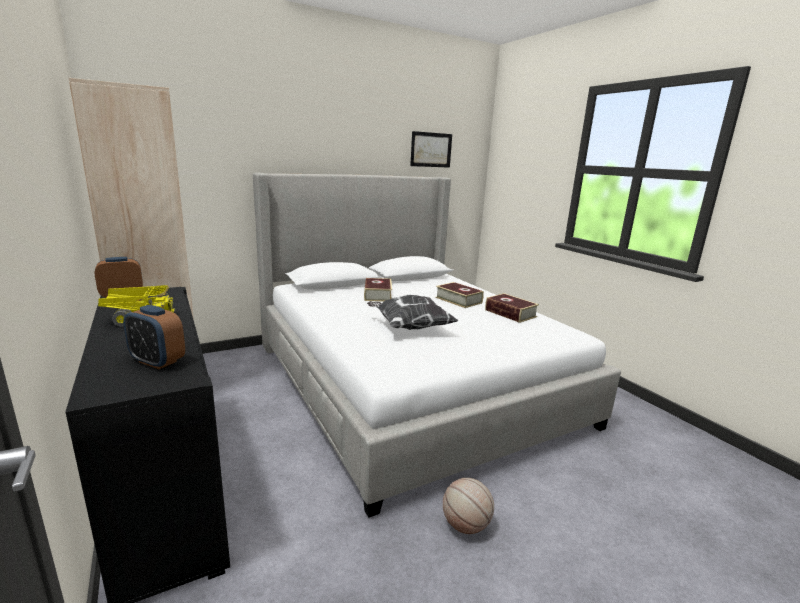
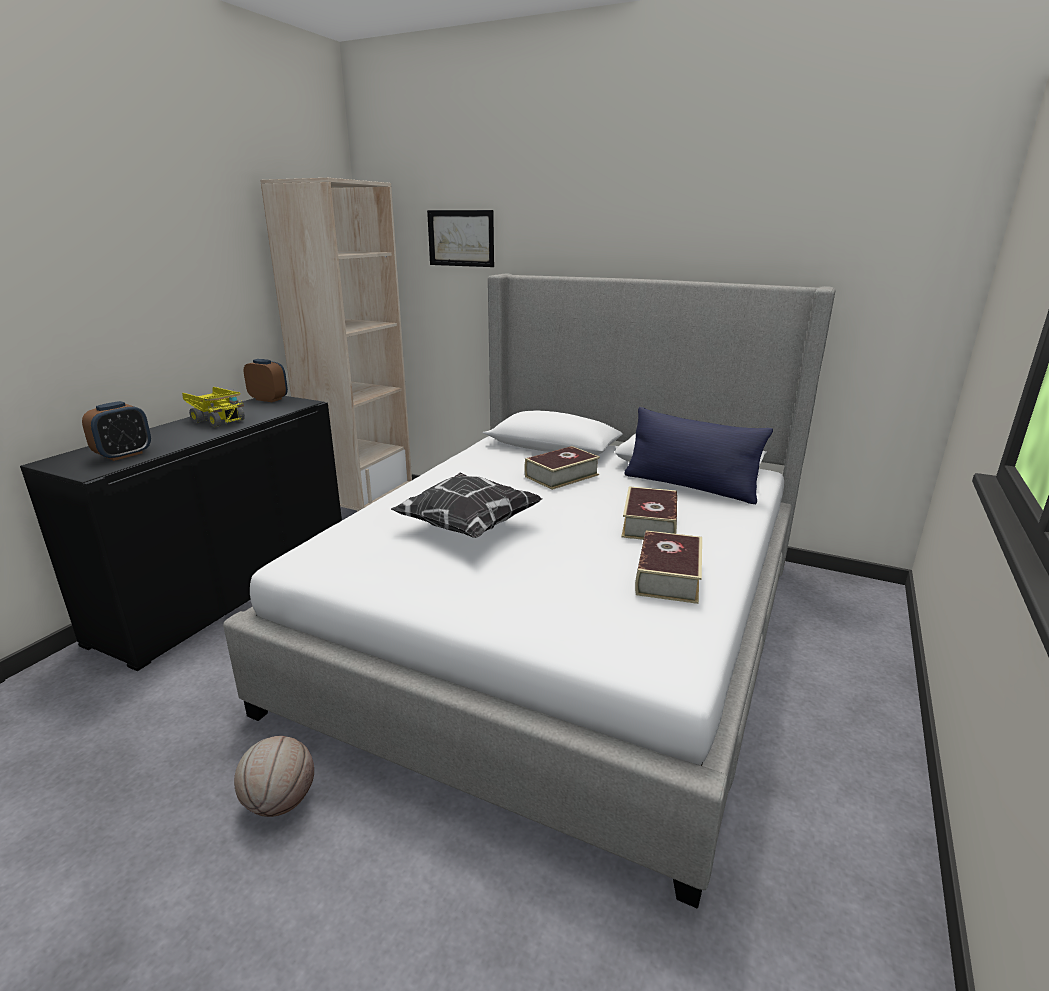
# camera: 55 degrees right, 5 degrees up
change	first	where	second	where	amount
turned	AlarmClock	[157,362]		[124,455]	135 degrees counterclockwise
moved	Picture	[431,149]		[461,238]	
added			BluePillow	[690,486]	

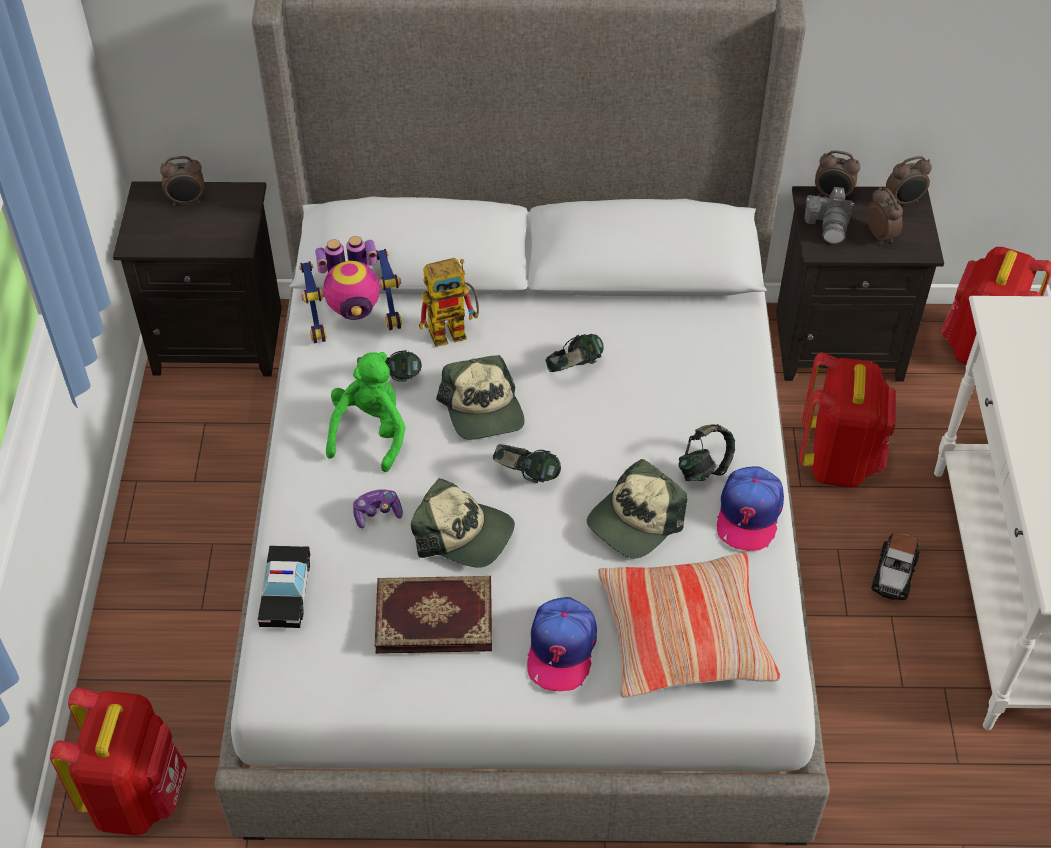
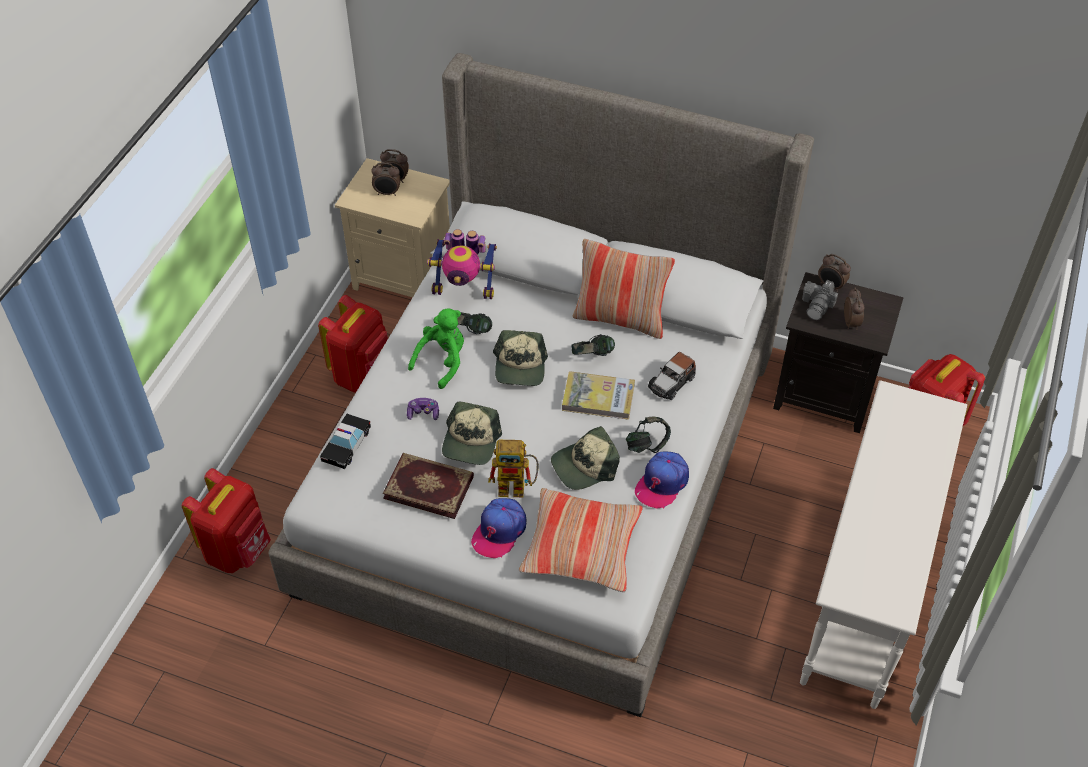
# camera: 20 degrees right, 0 degrees up
change	first	where	second	where	amount
moved	RedBackpack	[839,460]		[363,374]	
recoloured	BlackNightstand	[220,339]	BeigeNightstand	[405,277]	
moved	AlarmClock	[904,201]		[387,193]	
turned	Cap	[464,534]		[471,442]	60 degrees clockwise
moved	ToyRobot	[454,330]		[517,487]	
added			Book	[598,398]	
added			Pillow	[620,318]	
moved	ToyCar	[894,574]		[672,382]	
removed	Headphones	[526,476]			

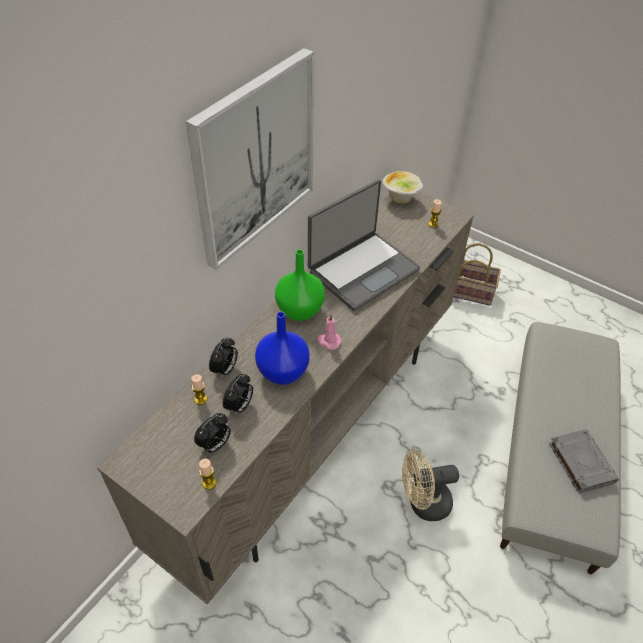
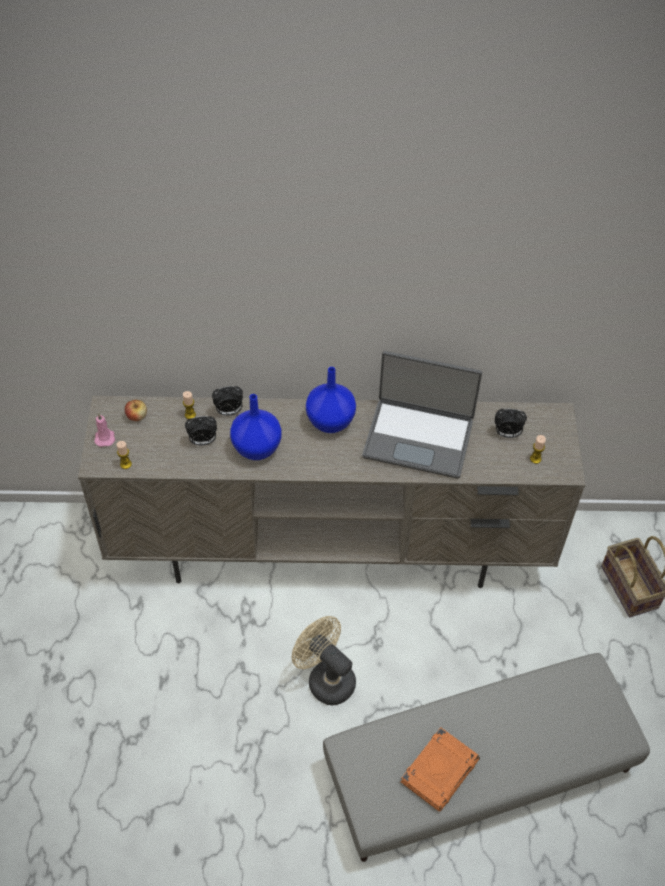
# camera: 55 degrees right, 5 degrees up
change	first	where	second	where	amount
moved	PinkCandle	[328,341]		[105,437]	
added			Apple	[137,416]	
recoloured	GreenVase	[300,310]	BlueVase	[331,422]	
recoloured	GreyBook	[580,462]	OrangeBook	[439,770]	
moved	AlarmClock	[215,445]		[507,434]	
removed	Picture	[254,159]			
removed	Bowl	[400,199]			

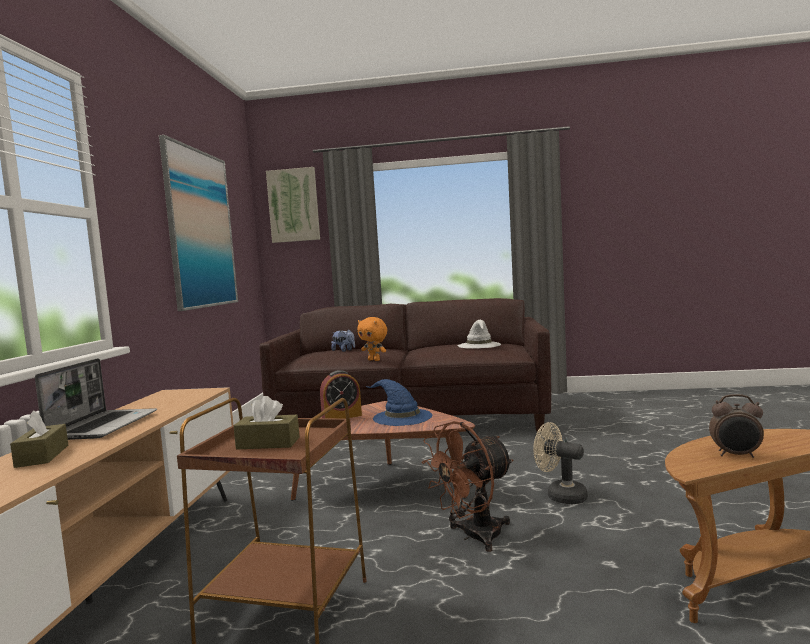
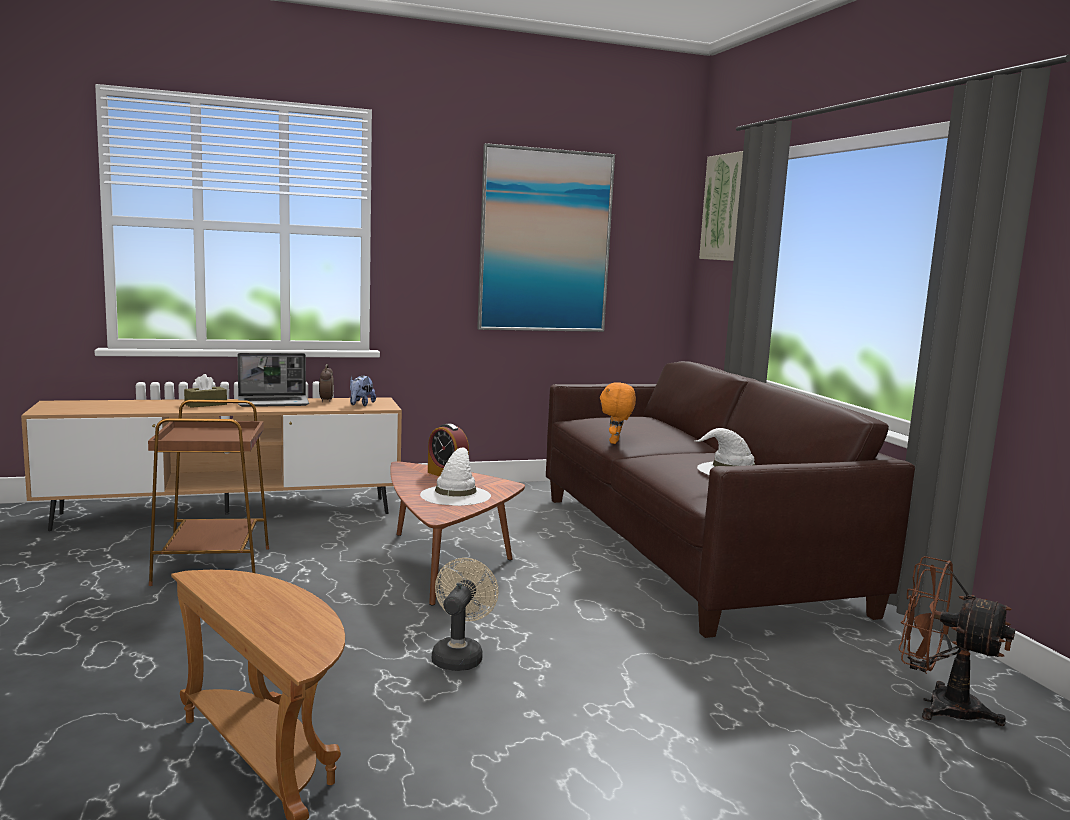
# camera: 65 degrees right, 5 degrees up
change	first	where	second	where	amount
moved	AlarmClock	[736,455]		[326,401]	
moved	PlushToy	[344,350]		[360,404]	
recoloured	BlueHat	[401,417]	WhiteHat	[455,495]	
moved	BrownFan	[473,536]		[939,705]	
removed	BrownTissueBox	[268,443]			

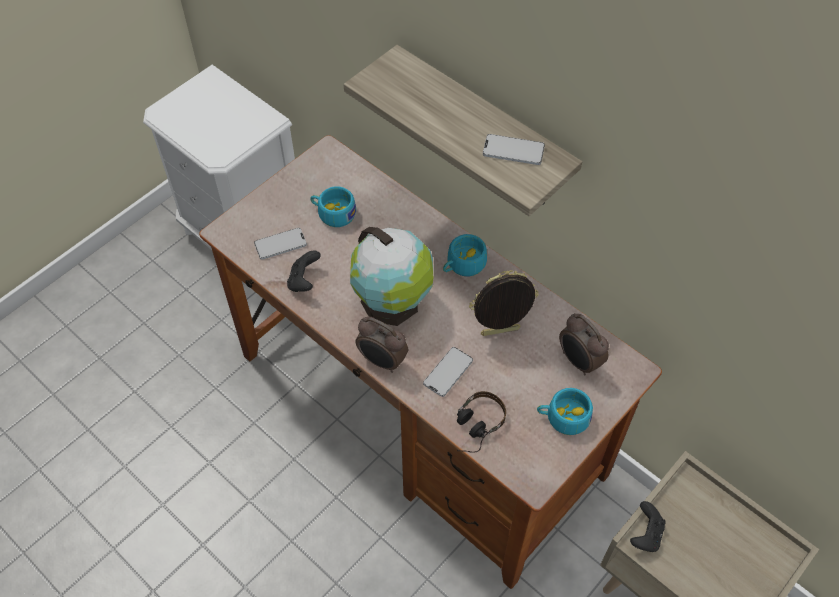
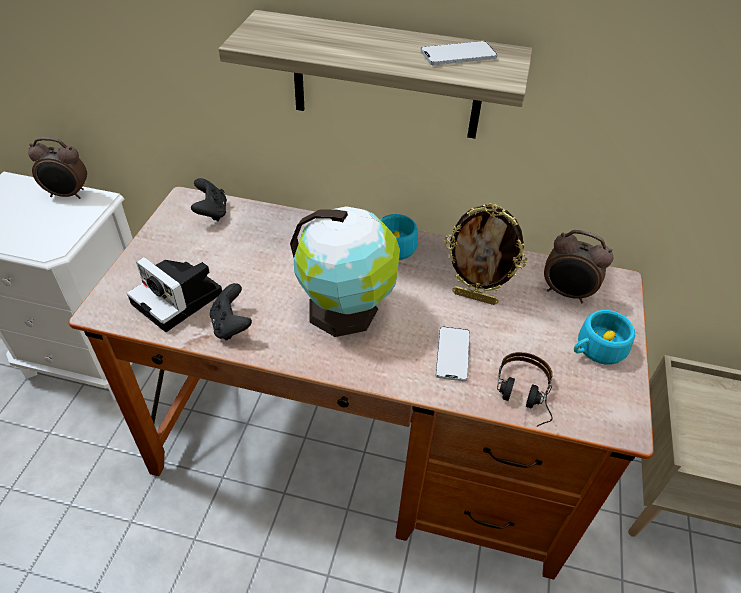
# camera: 30 degrees left, 10 degrees down
change	first	where	second	where	amount
moved	AlarmClock	[382,361]		[68,195]	
replaced	Phone	[280,244]	PhotoCamera	[180,299]	
moved	BlackGameController	[645,534]		[211,212]	
turned	PictureFrame	[500,333]		[475,297]	120 degrees counterclockwise
removed	TurquoiseCup	[333,213]			

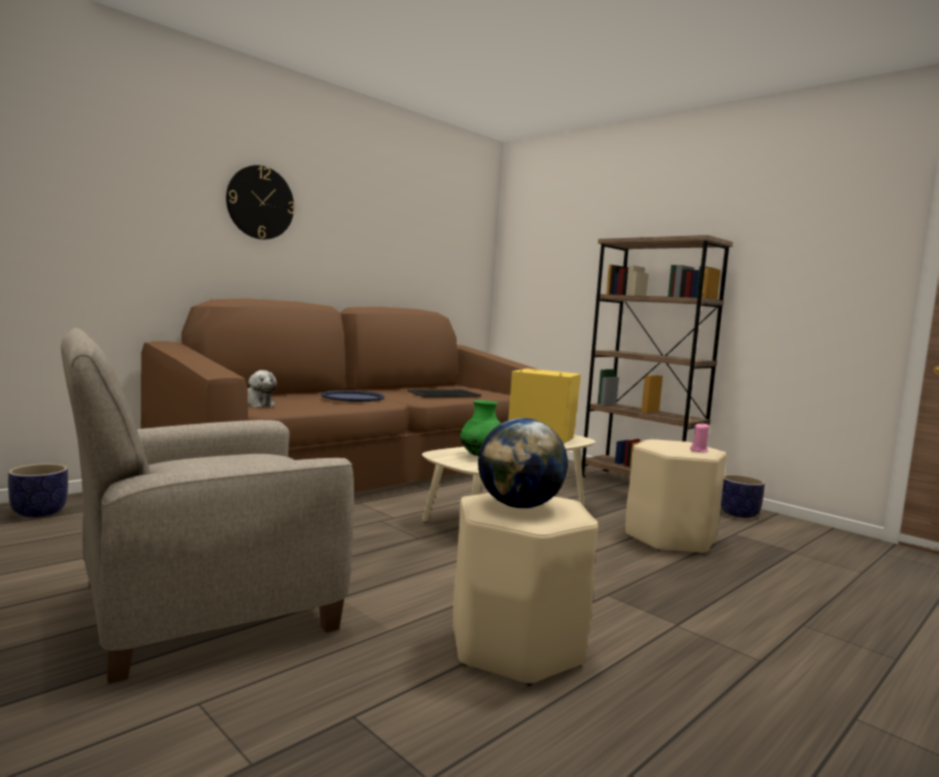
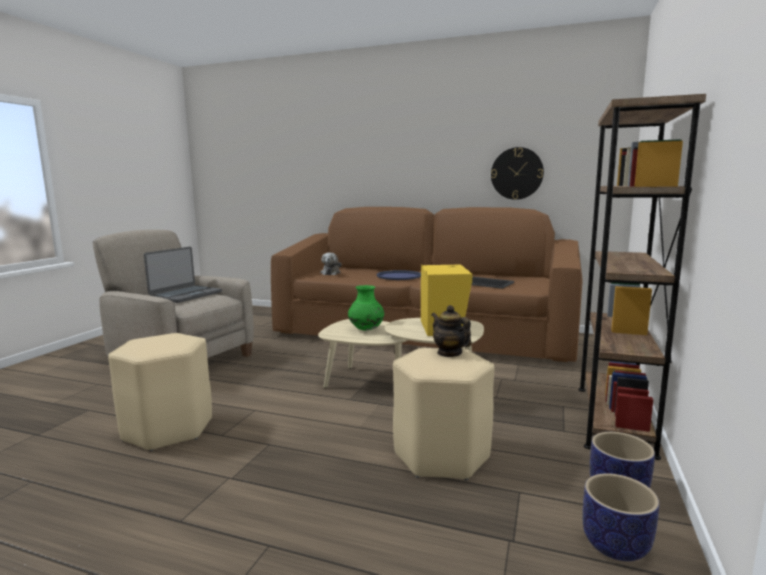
# camera: 65 degrees right, 5 degrees up
change	first	where	second	where	amount
added			Laptop	[185,295]	
added			Teapot	[449,353]	
moved	WallClock	[260,203]		[516,173]	
moved	Planter	[39,512]		[616,544]	
removed	Globe	[519,506]			
removed	PinkCandle	[699,451]			

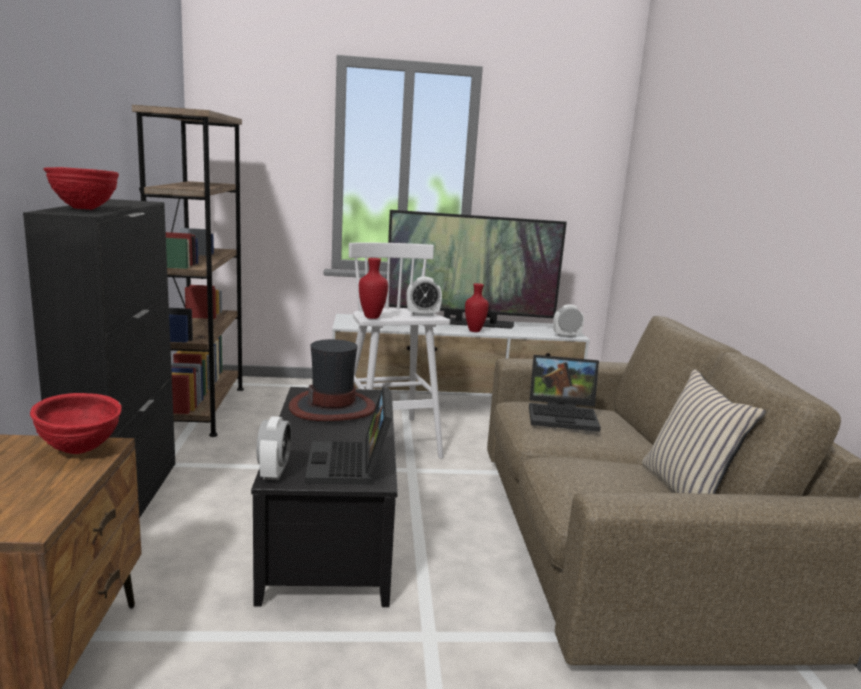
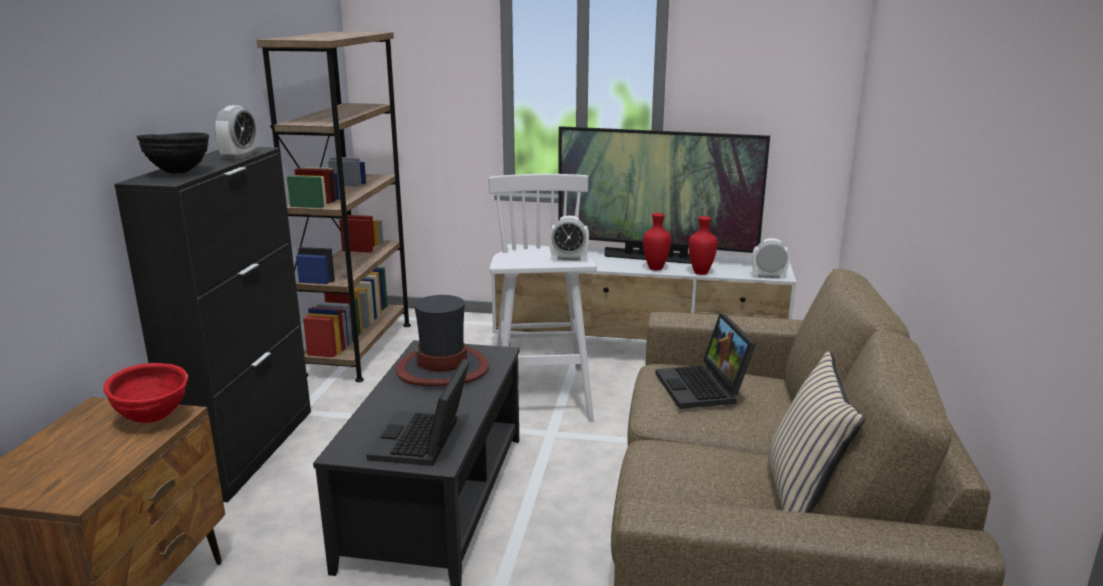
# camera: 15 degrees right, 5 degrees up
change	first	where	second	where	amount
recoloured	RedBowl	[85,209]	BlackBowl	[179,173]	
moved	AlarmClock	[274,472]		[239,156]	
turned	Laptop	[564,416]		[704,388]	60 degrees clockwise
moved	RedVase	[371,317]		[700,273]	

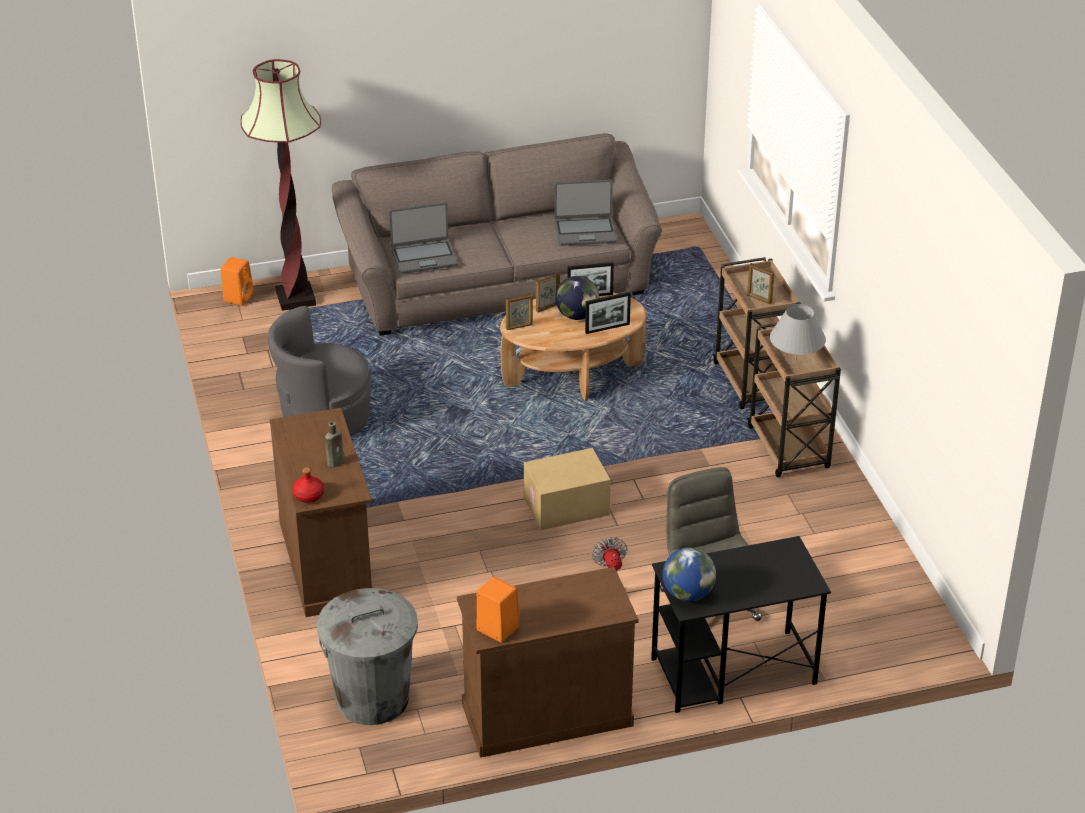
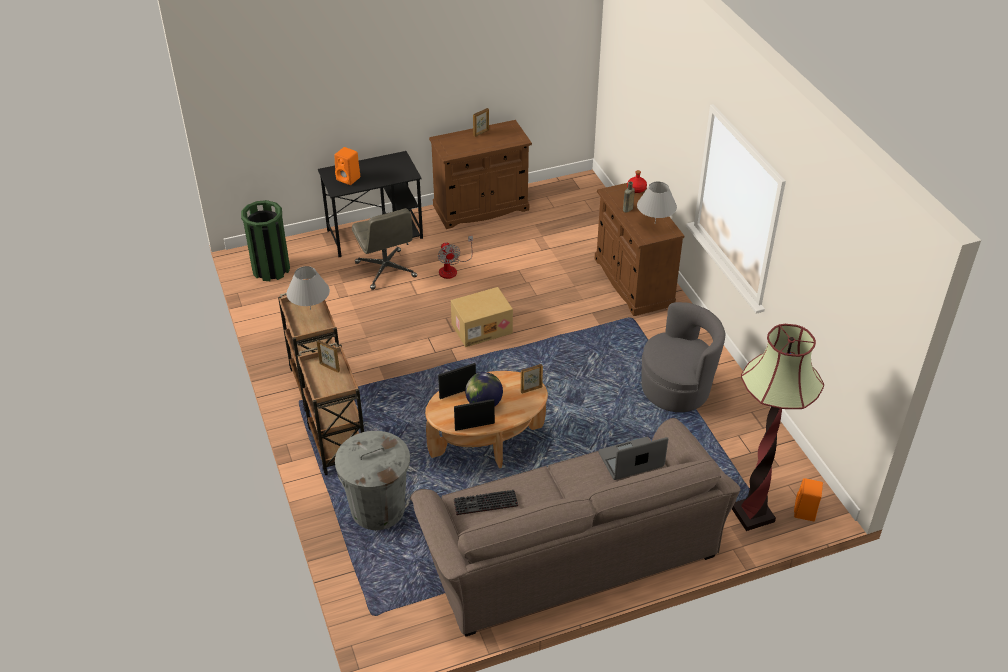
# camera: 175 degrees right, 5 degrees up
change	first	where	second	where	amount
added			GreenTrashCan	[271,269]	
moved	OrangeSpeaker	[496,628]		[349,179]	
moved	GreyTrashCan	[373,698]		[377,509]	
replaced	Laptop	[585,232]	Keyboard	[485,504]	
moved	PictureFrame	[547,307]		[481,133]	
added			GreyTableLamp	[655,223]	
removed	Globe	[688,594]			

